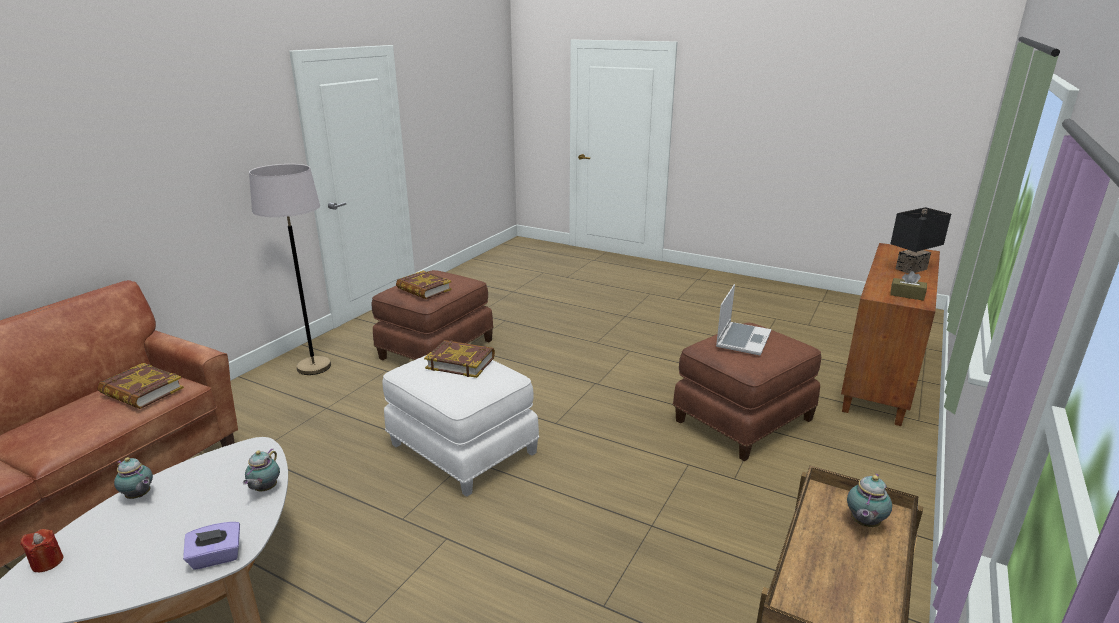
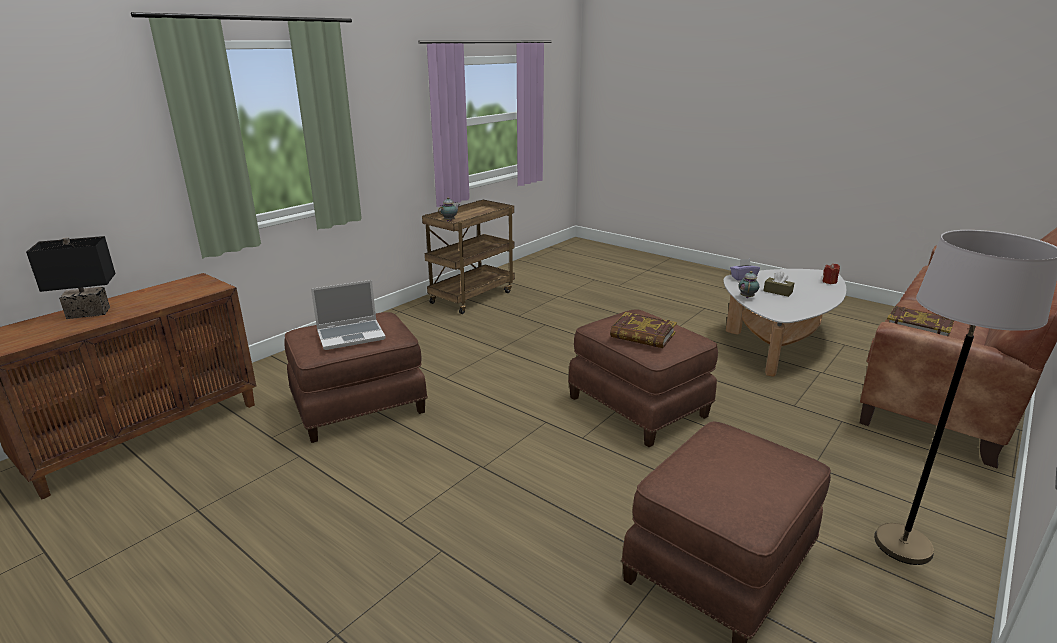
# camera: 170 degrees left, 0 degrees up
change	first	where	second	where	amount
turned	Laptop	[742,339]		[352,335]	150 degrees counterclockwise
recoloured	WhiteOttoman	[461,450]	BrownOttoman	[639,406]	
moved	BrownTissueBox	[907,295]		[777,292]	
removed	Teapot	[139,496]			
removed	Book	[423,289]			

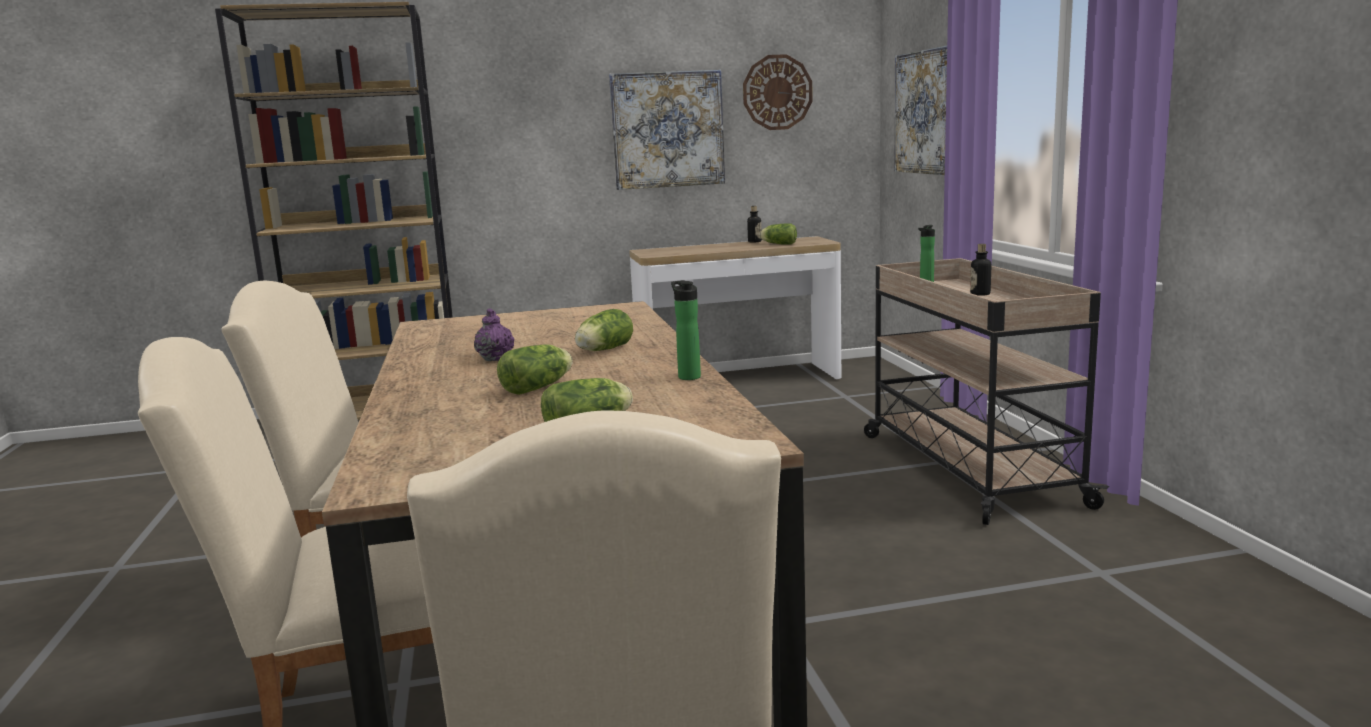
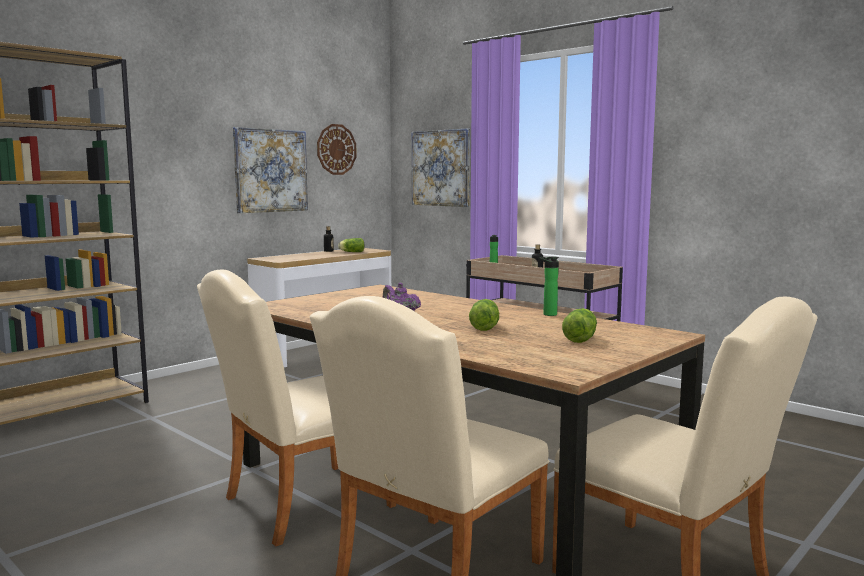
# camera: 35 degrees left, 5 degrees down
change	first	where	second	where	amount
removed	Lettuce	[602,350]			

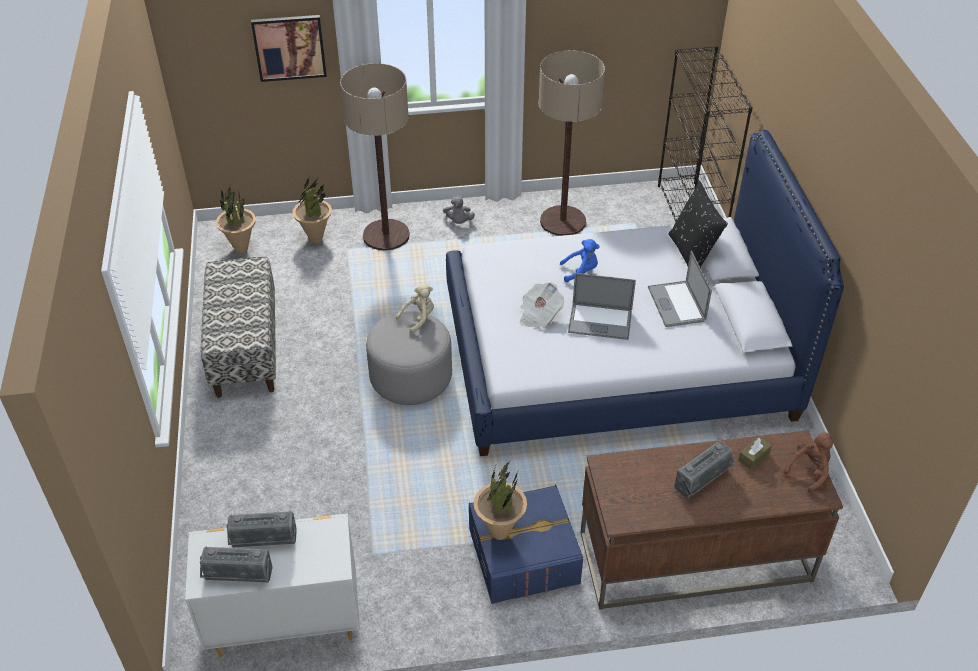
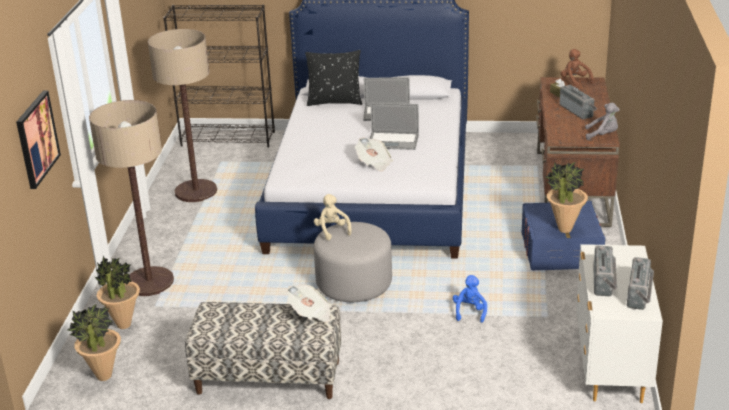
# camera: 75 degrees left, 15 degrees down
change	first	where	second	where	amount
added			Newspaper	[311,313]	
turned	Laptop	[600,321]		[393,141]	75 degrees clockwise
moved	BluePlushToy	[580,271]		[469,312]	
moved	GreyPlushToy	[458,221]		[602,135]	

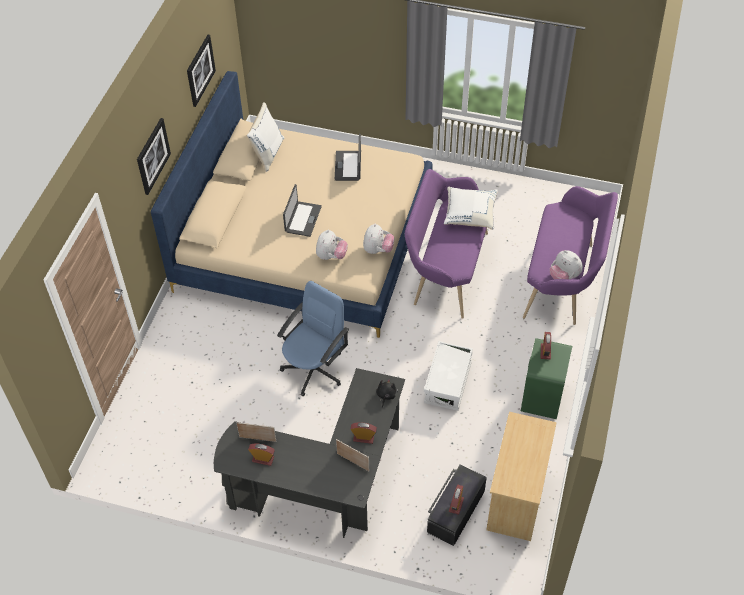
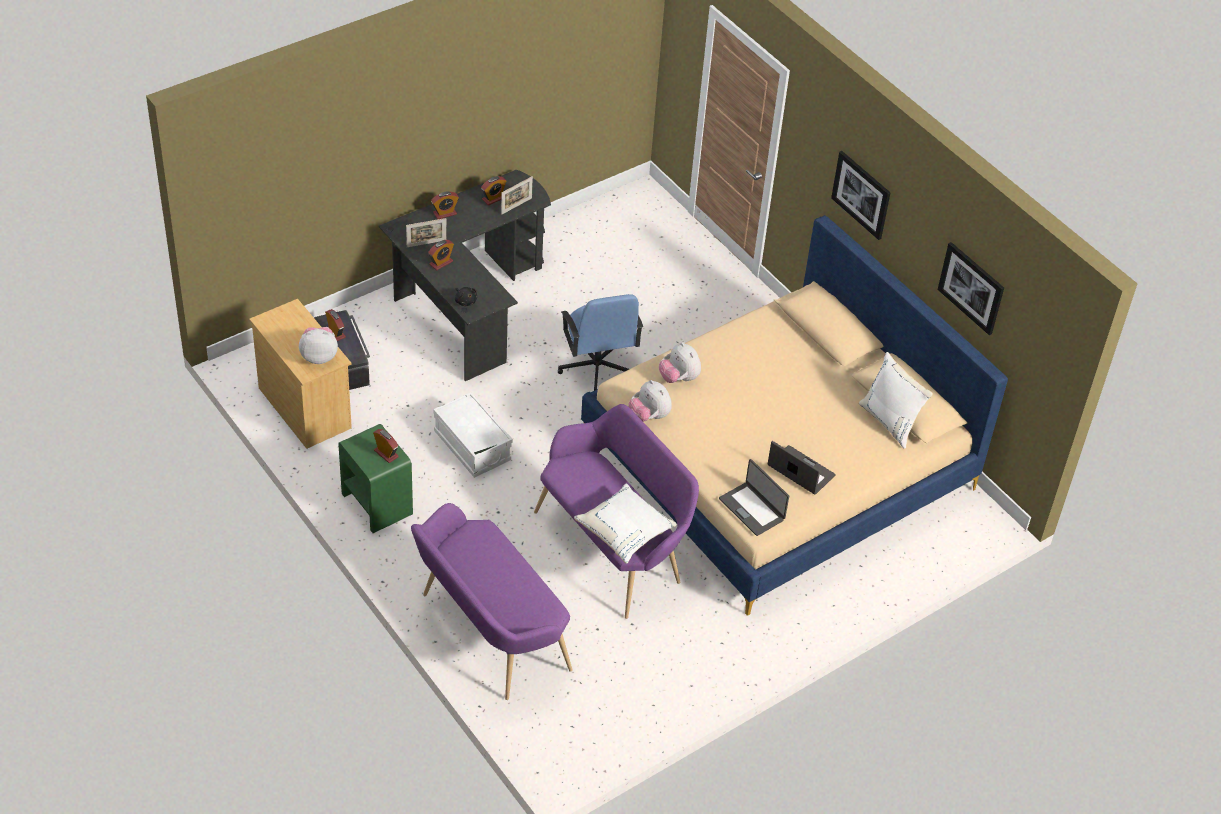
# camera: 125 degrees right, 5 degrees down
change	first	where	second	where	amount
moved	PlushToy	[564,276]		[319,356]	
added			AlarmClock	[445,213]	
moved	Laptop	[302,219]		[752,509]	

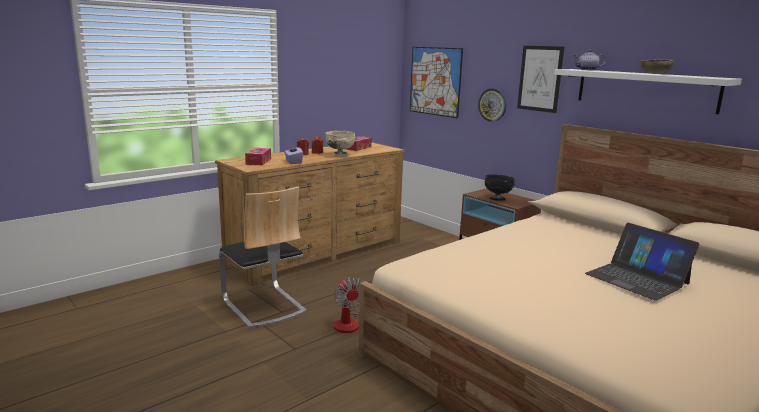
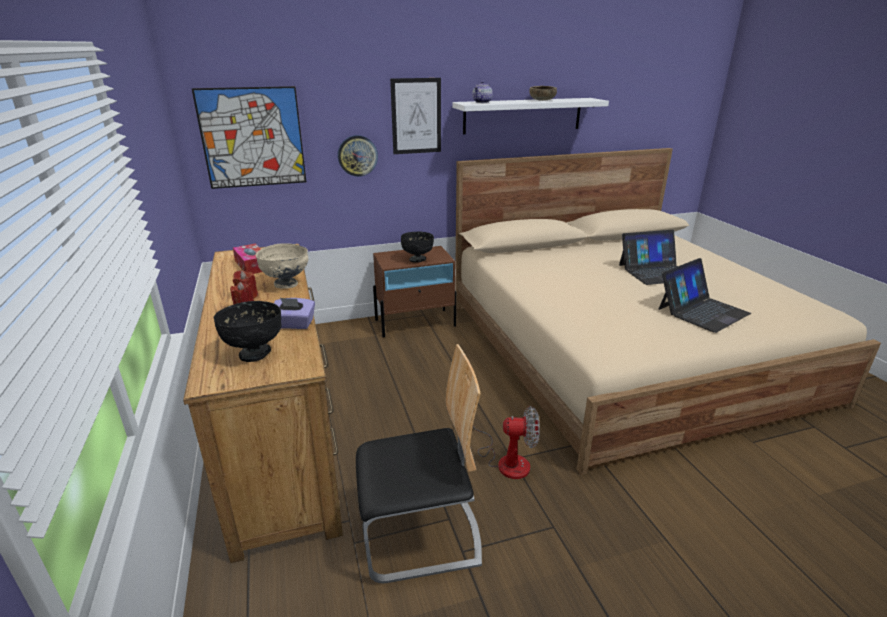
# camera: 65 degrees left, 10 degrees up
change	first	where	second	where	amount
replaced	TissueBox	[258,161]	BlackBowl	[255,353]	
added			Laptop	[702,311]	

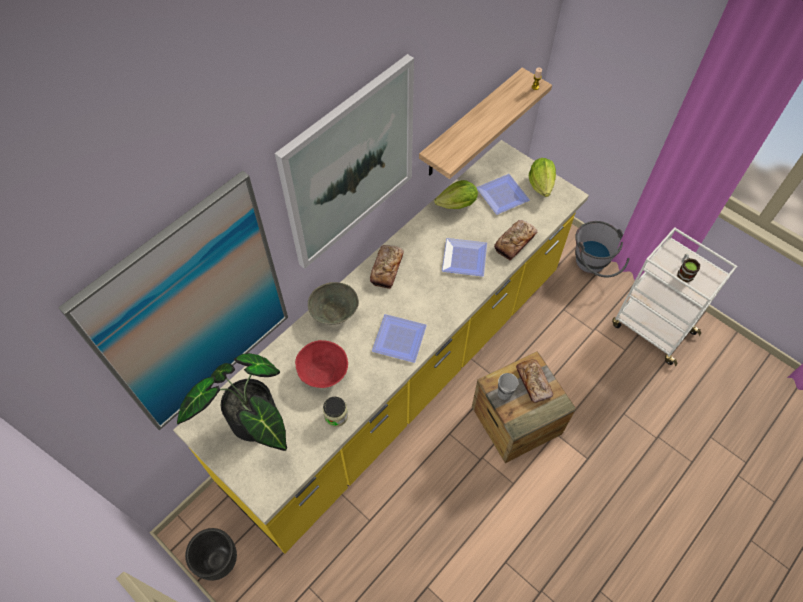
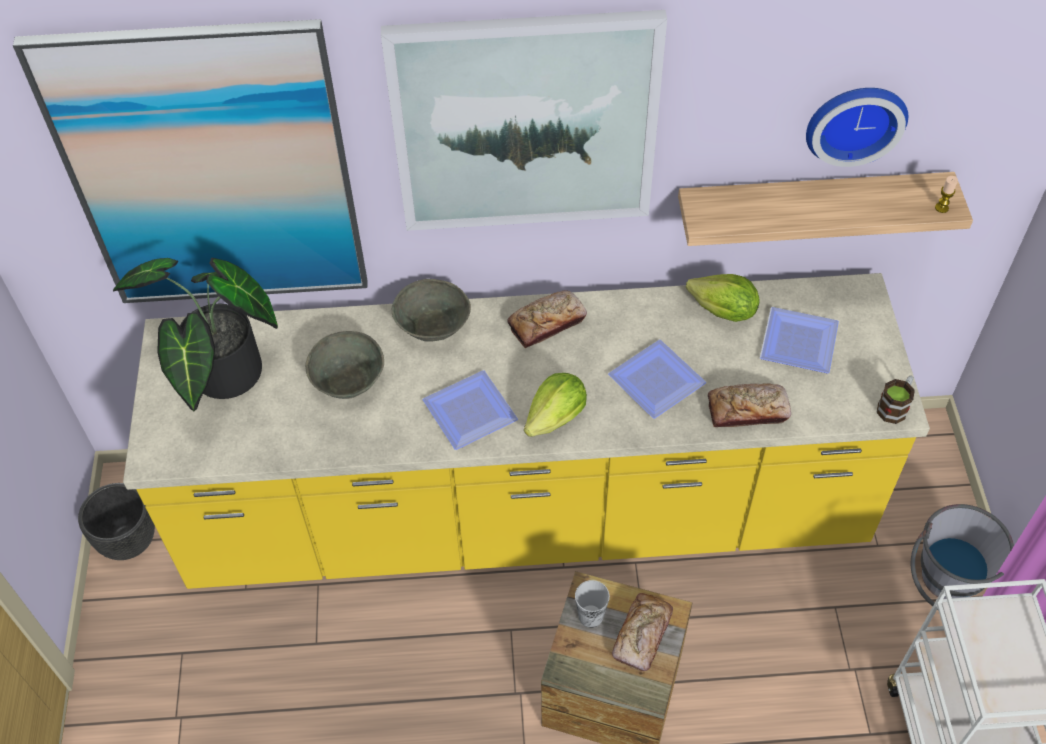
# camera: 45 degrees right, 5 degrees down
change	first	where	second	where	amount
recoloured	RedBowl	[322,372]	GreyBowl	[347,380]	
moved	Lettuce	[541,185]		[556,418]	
added			WallClock	[854,120]	
moved	Mug	[684,272]		[895,406]	
removed	Jar	[336,416]			

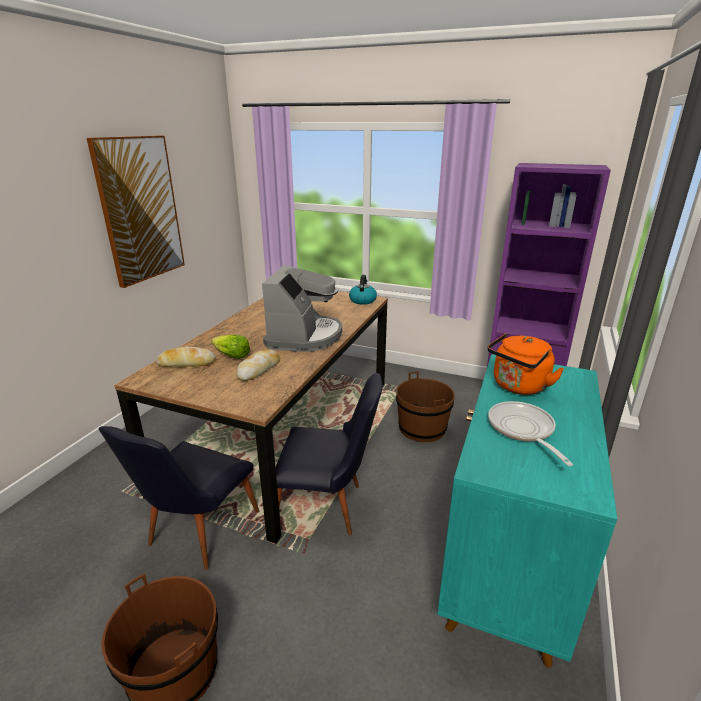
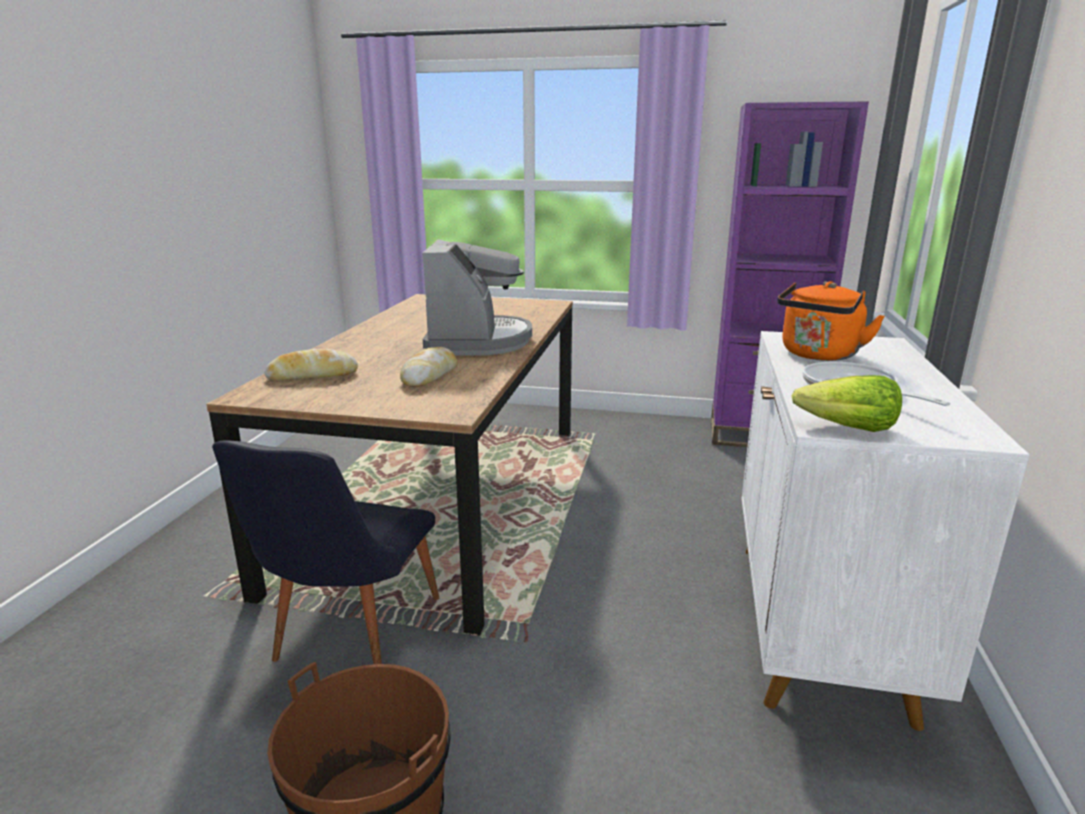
# camera: 10 degrees left, 5 degrees down
change	first	where	second	where	amount
recoloured	TurquoiseCabinet	[506,568]	WhiteCabinet	[819,625]	
moved	Lettuce	[231,356]		[847,428]	
removed	Picture	[140,210]			
removed	BlackChair	[328,507]			
removed	Kettle	[362,300]			
removed	BrownBucket	[422,428]			

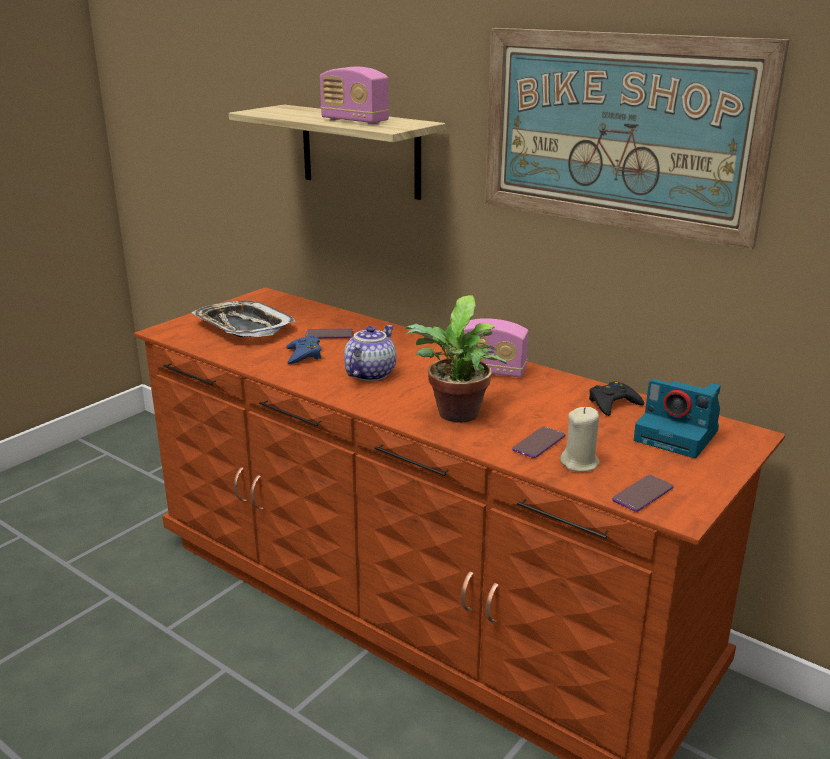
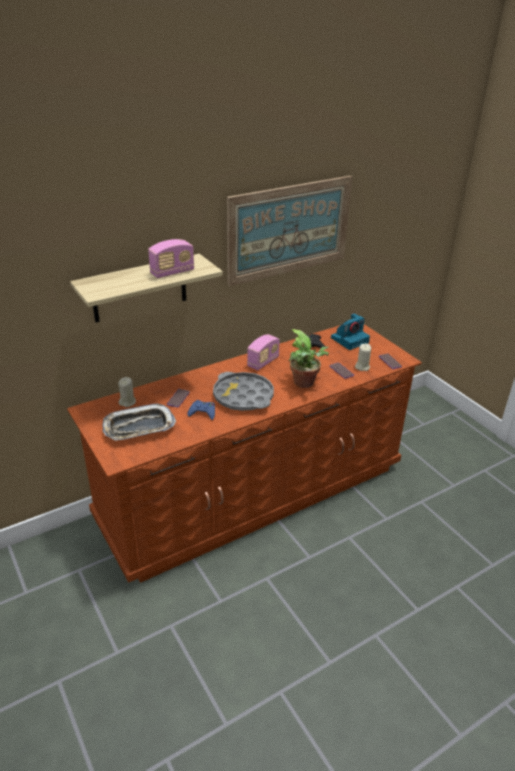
# camera: 70 degrees left, 10 degrees up
change	first	where	second	where	amount
added			BeigeCandle	[127,402]	
replaced	Teapot	[369,374]	GreyTray	[243,396]	

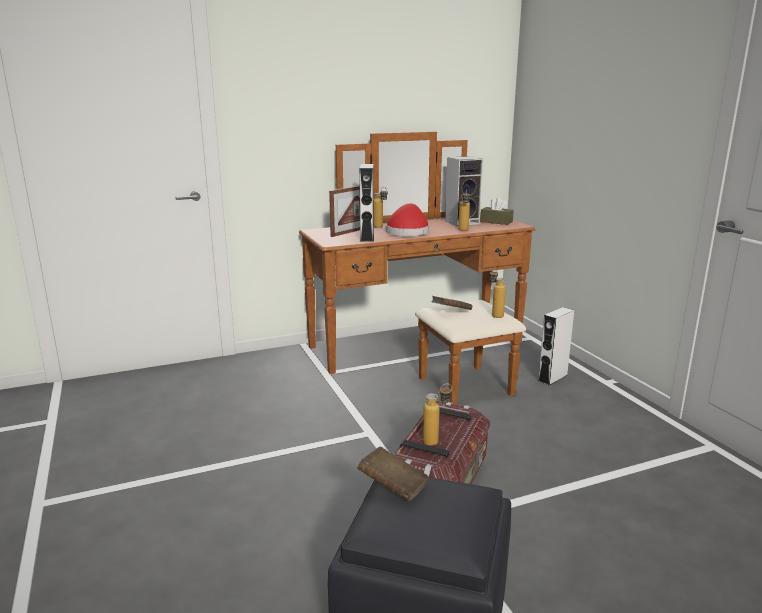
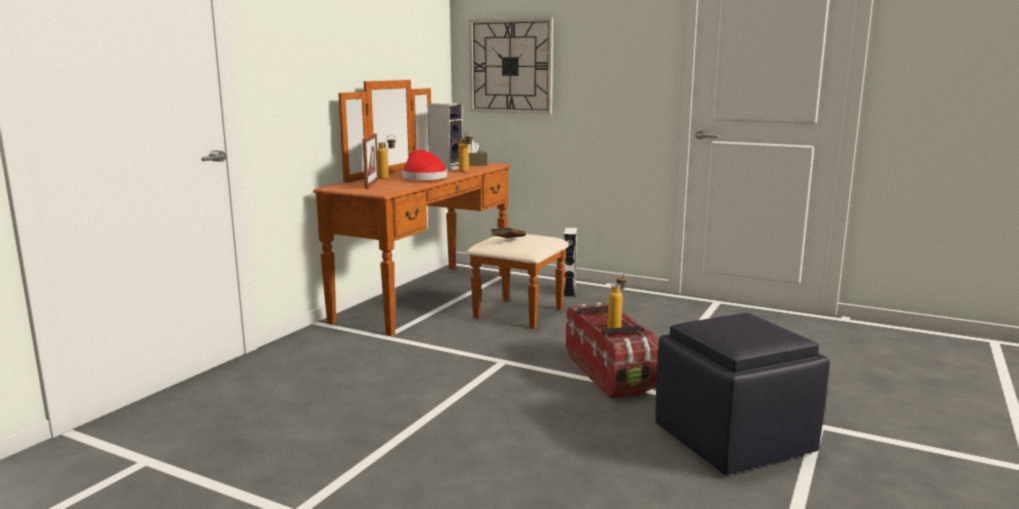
# camera: 40 degrees left, 5 degrees down
change	first	where	second	where	amount
added			WallClock	[511,66]	
removed	BrownBook	[393,488]			
removed	WhiteSpeaker	[367,237]			
removed	Bottle	[494,314]			

